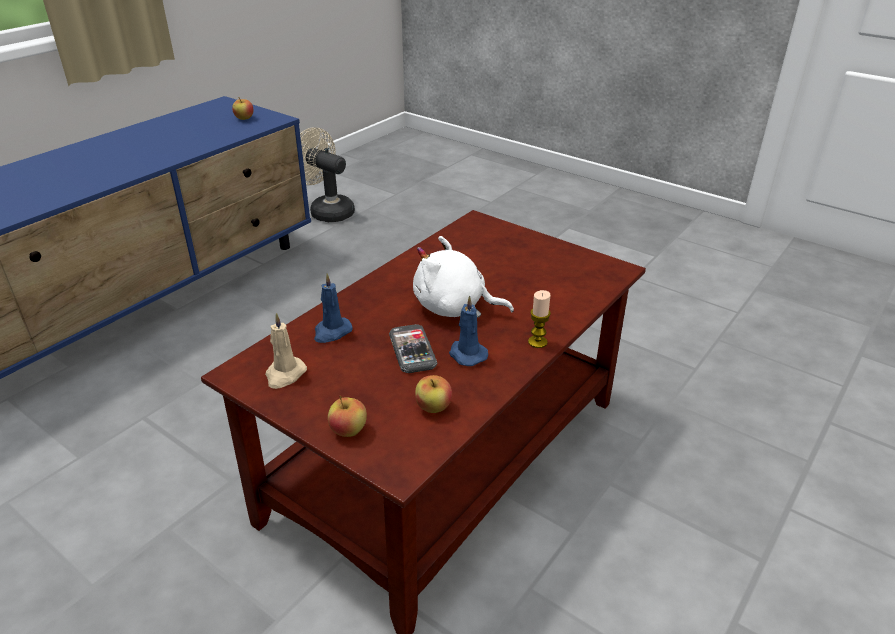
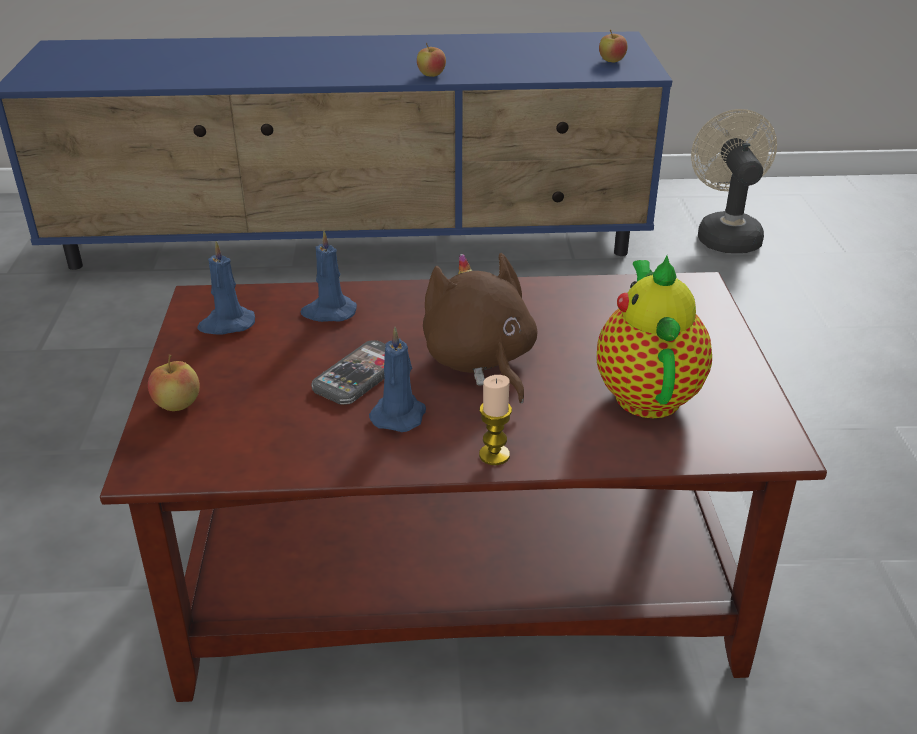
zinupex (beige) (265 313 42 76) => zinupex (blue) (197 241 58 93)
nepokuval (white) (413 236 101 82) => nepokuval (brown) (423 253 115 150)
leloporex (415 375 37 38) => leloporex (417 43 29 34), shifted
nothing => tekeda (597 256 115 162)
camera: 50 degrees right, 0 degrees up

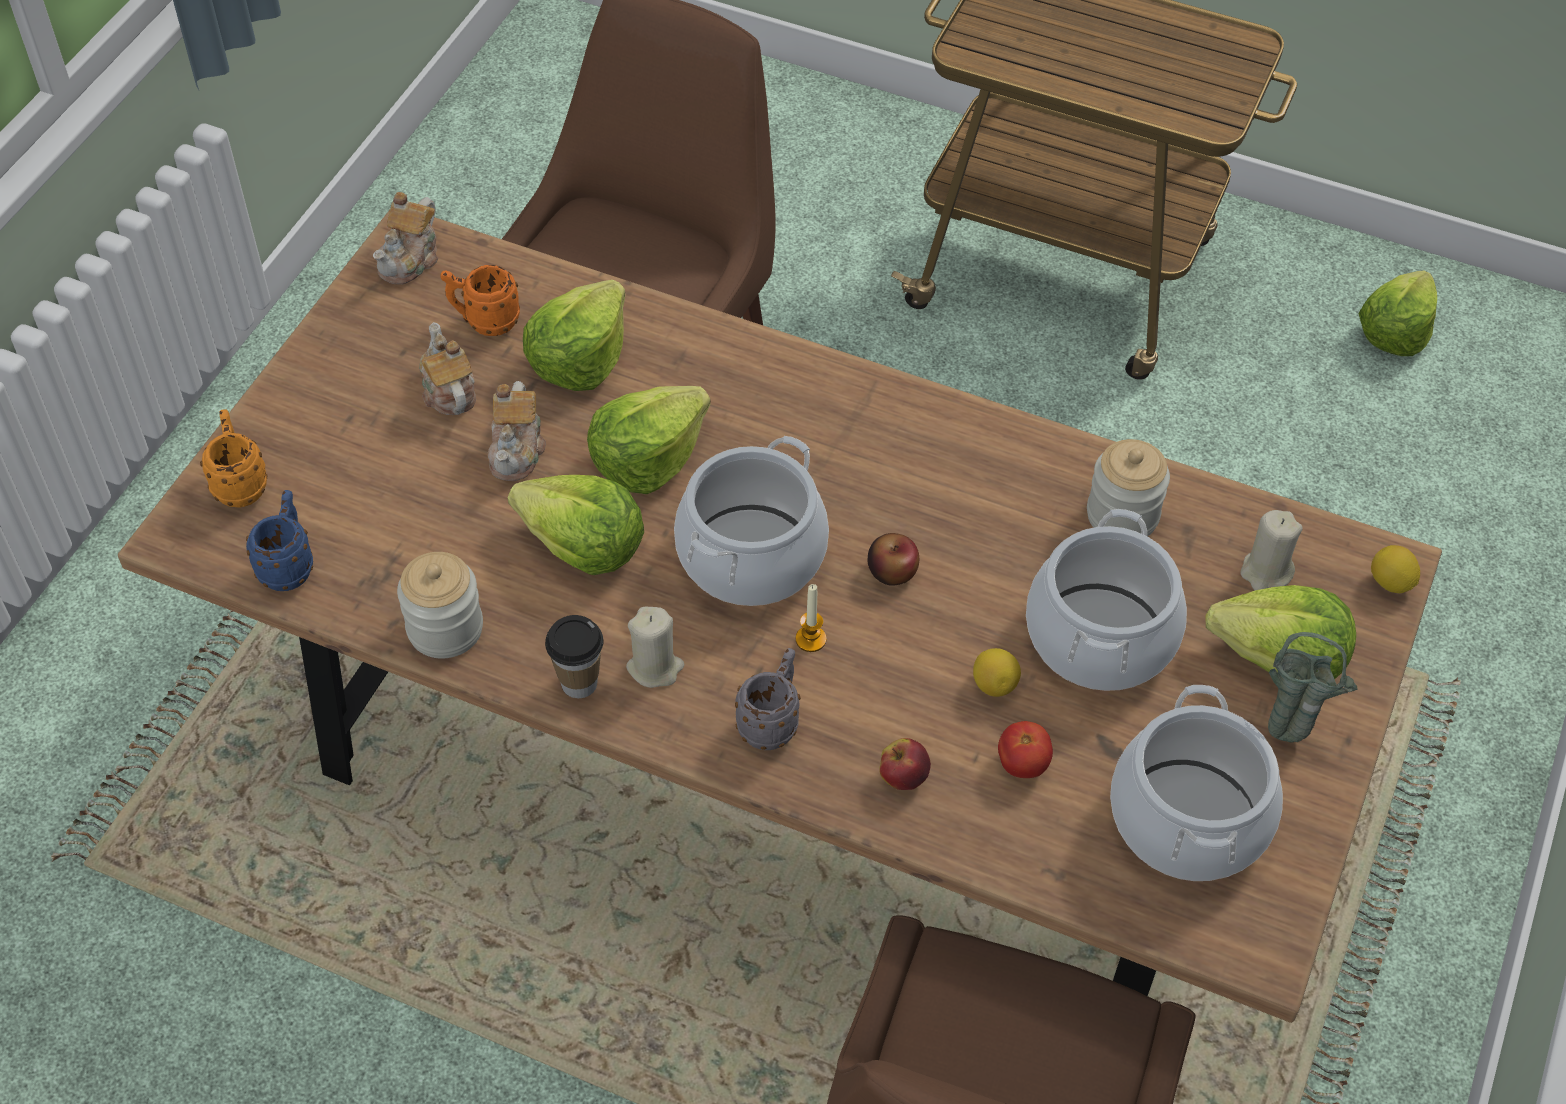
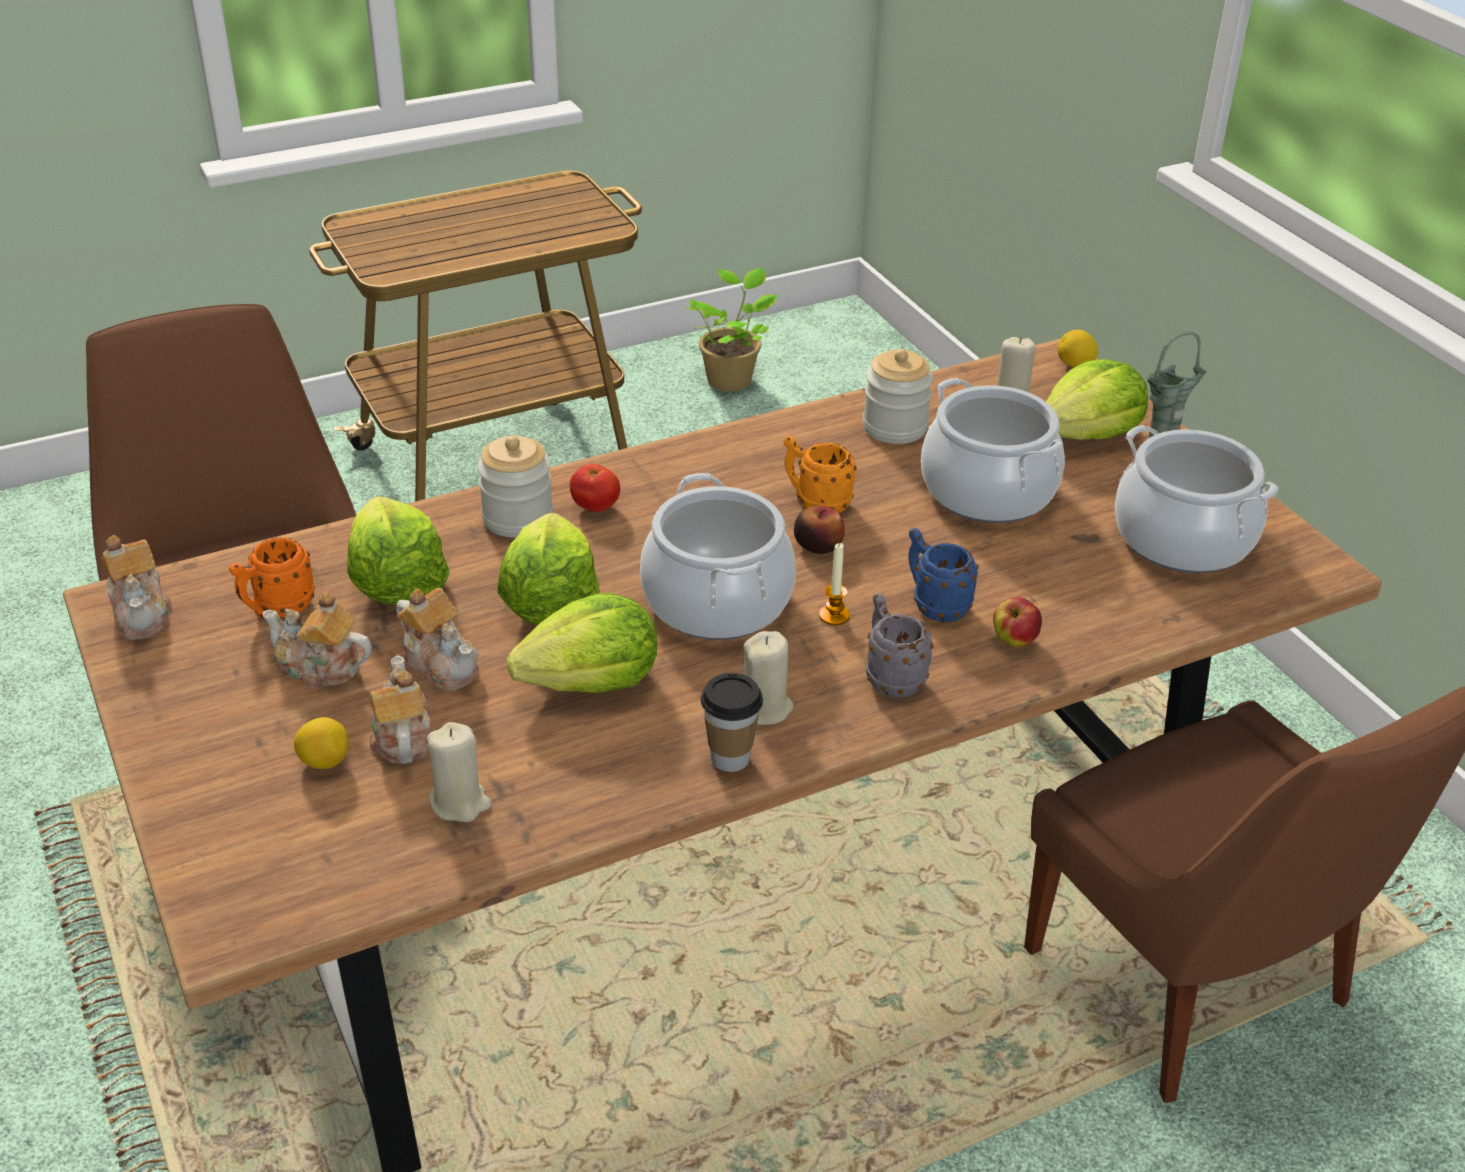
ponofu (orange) (200 409 67 98) => ponofu (orange) (783 436 74 78), shifted
ponofu (blue) (246 490 67 101) => ponofu (blue) (908 528 71 94), shifted
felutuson (397 552 86 107) => felutuson (477 435 76 103), shifted
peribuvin (973 648 48 49) => peribuvin (294 717 55 52), shifted
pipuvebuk (998 721 55 57) => pipuvebuk (570 464 50 48), shifted
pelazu (1358 270 79 86) => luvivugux (685 267 93 125)
nothing => tekeda (370 655 60 109)
nothing => zinupex (beige) (427 722 65 100)
camera: 50 degrees left, 15 degrees down

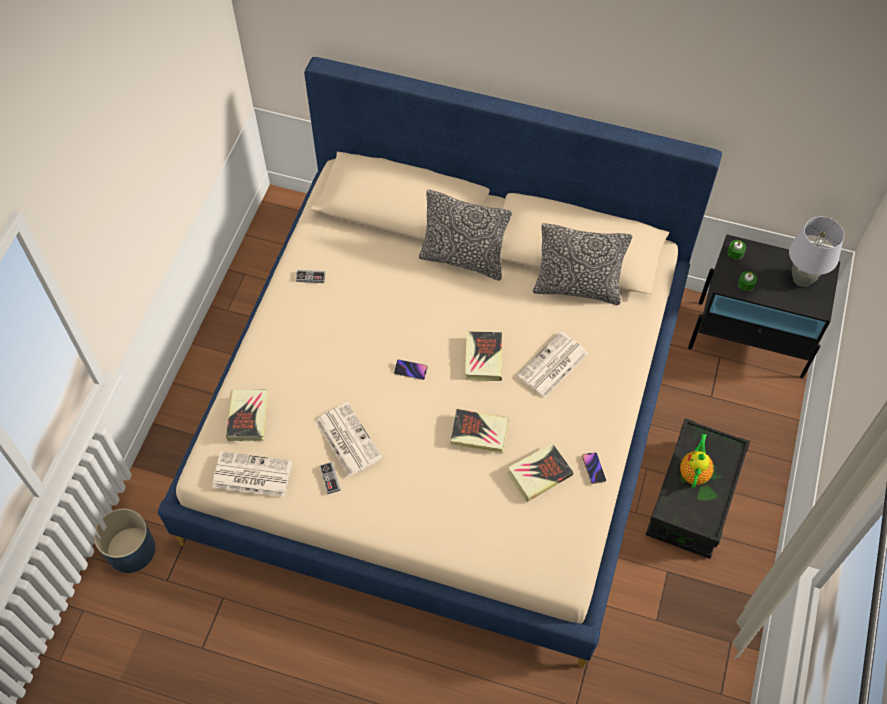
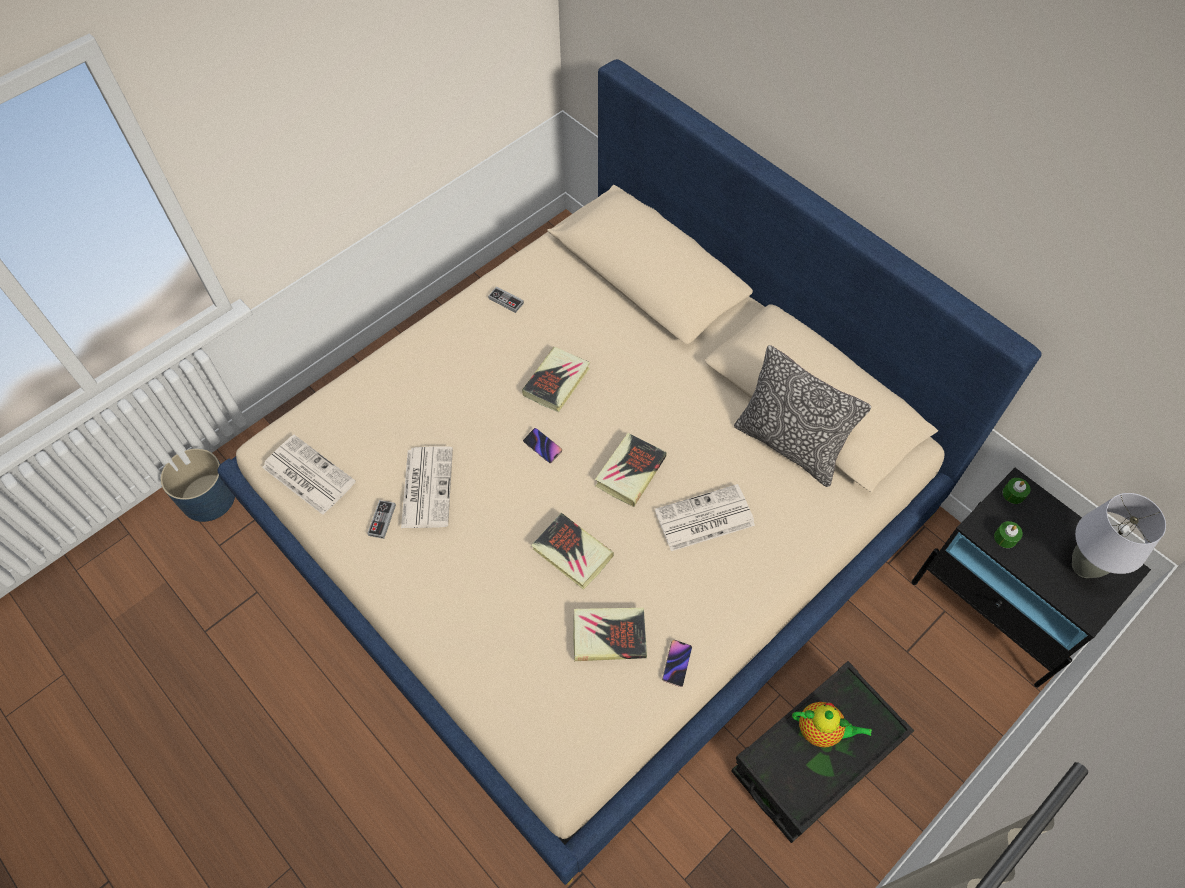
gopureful (226 389 42 52) => gopureful (522 347 68 65), shifted
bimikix (419 189 93 92) => nothing
tekeda (680 433 34 55) => tekeda (792 702 80 45), 60 degrees clockwise
camera: 30 degrees right, 0 degrees up

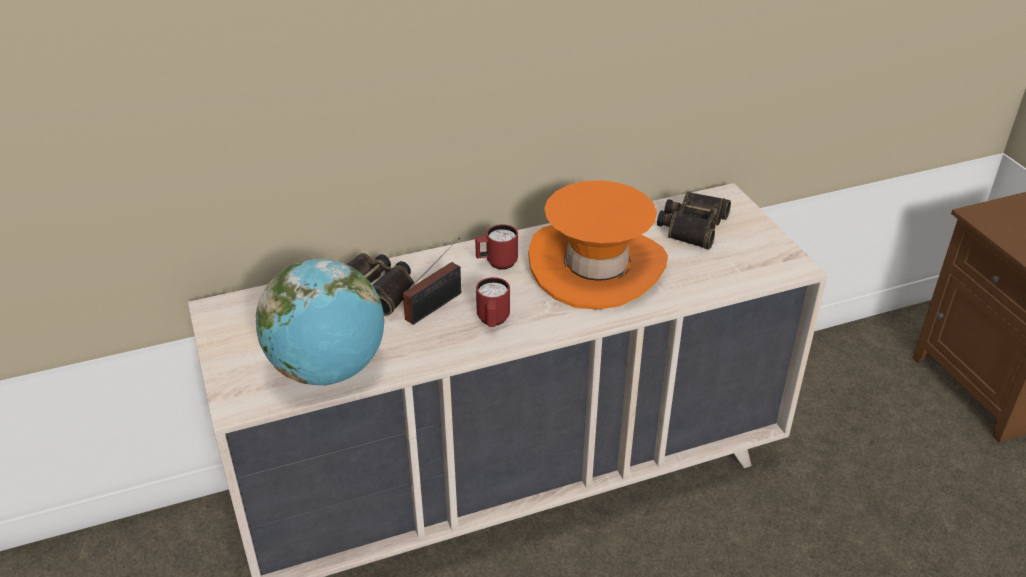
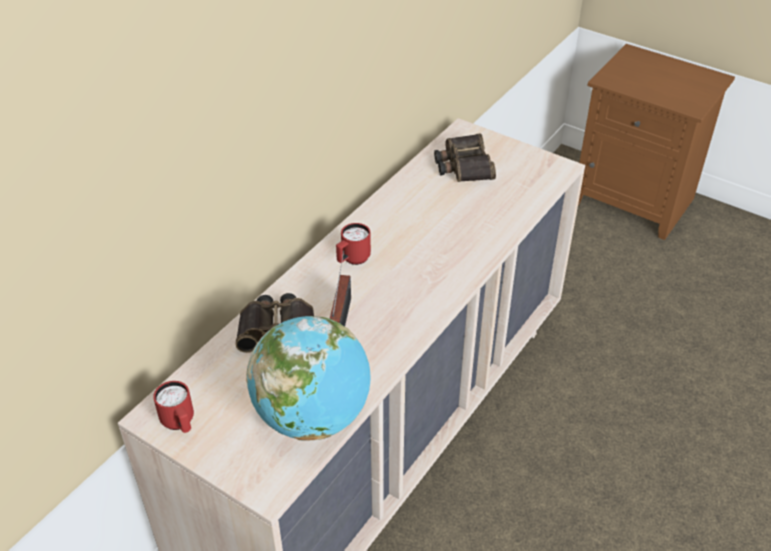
ponofu (red) (476 277 34 50) => ponofu (red) (153 381 41 52), shifted
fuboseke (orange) (528 180 140 130) => nothing
camera: 35 degrees left, 5 degrees up

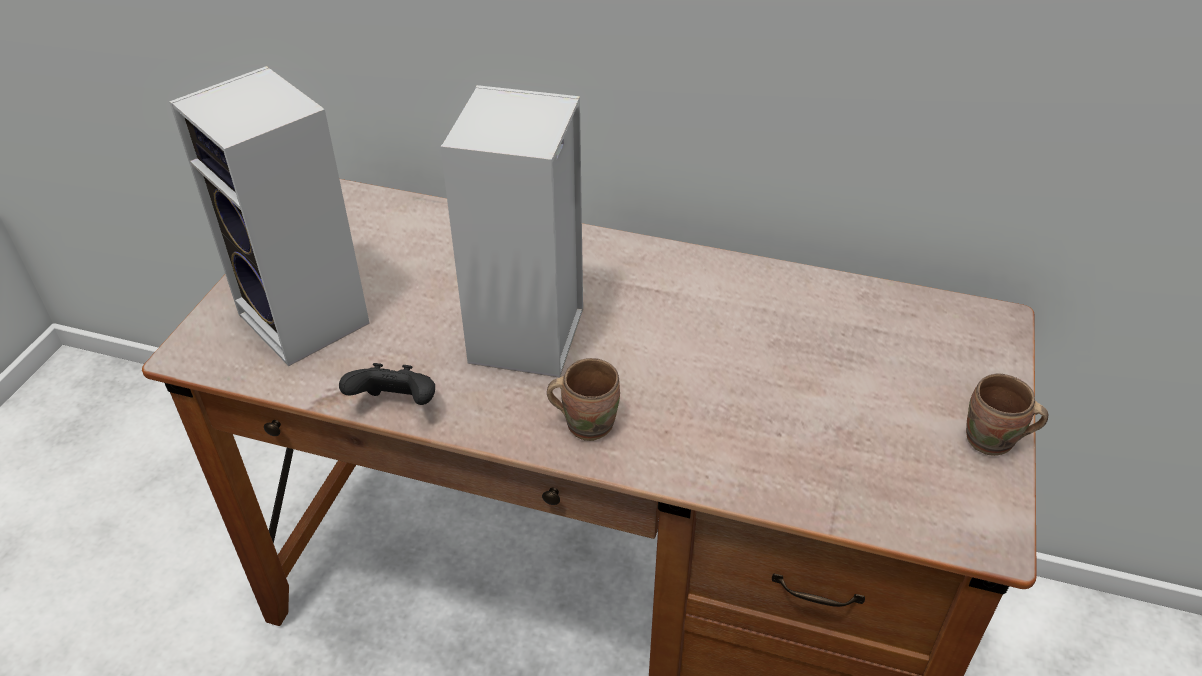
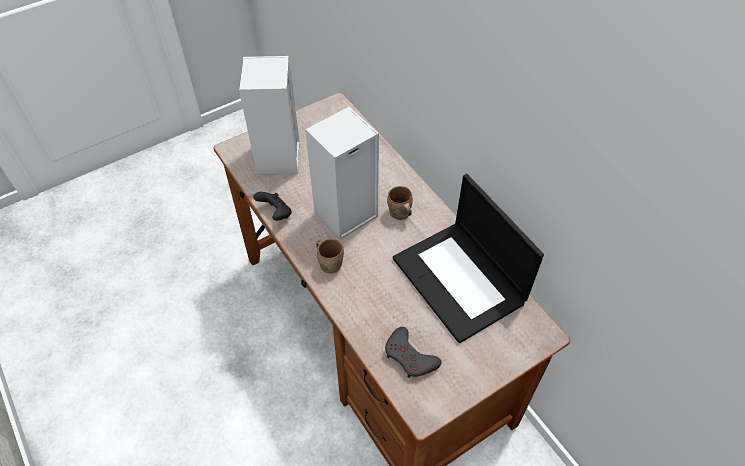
ponofu (brown) (966 373 83 83) => ponofu (brown) (387 186 26 34), shifted
nothing => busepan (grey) (385 327 56 51)
nothing => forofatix (393 174 151 169)
camera: 40 degrees right, 10 degrees up

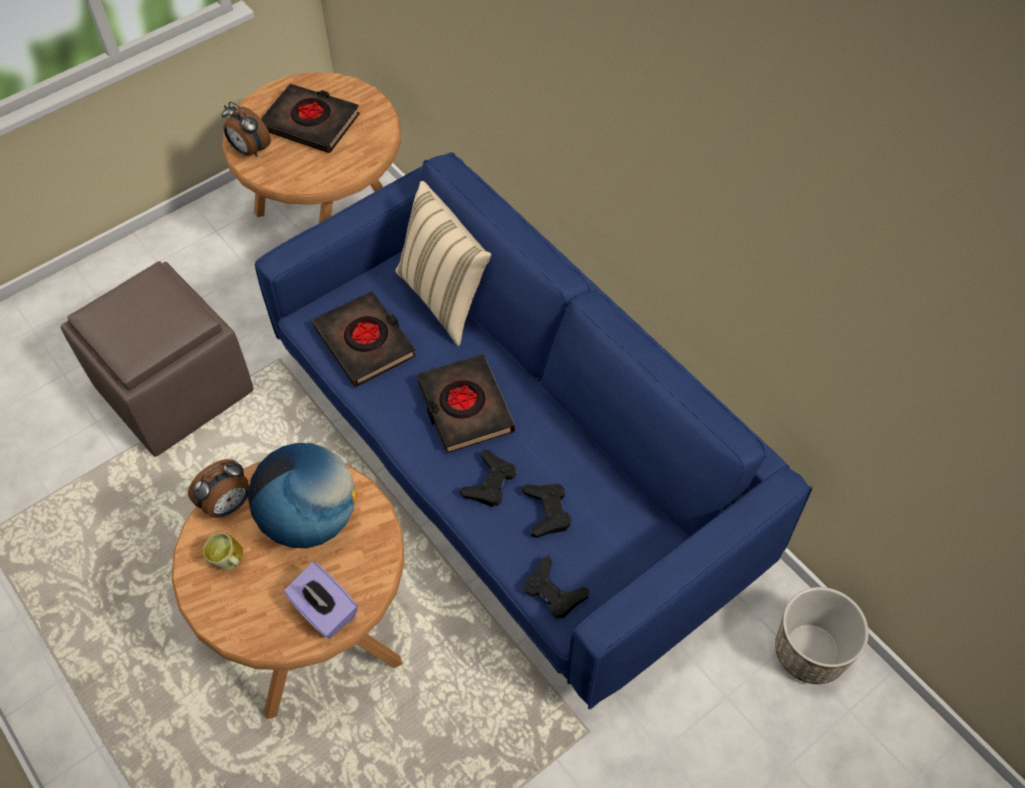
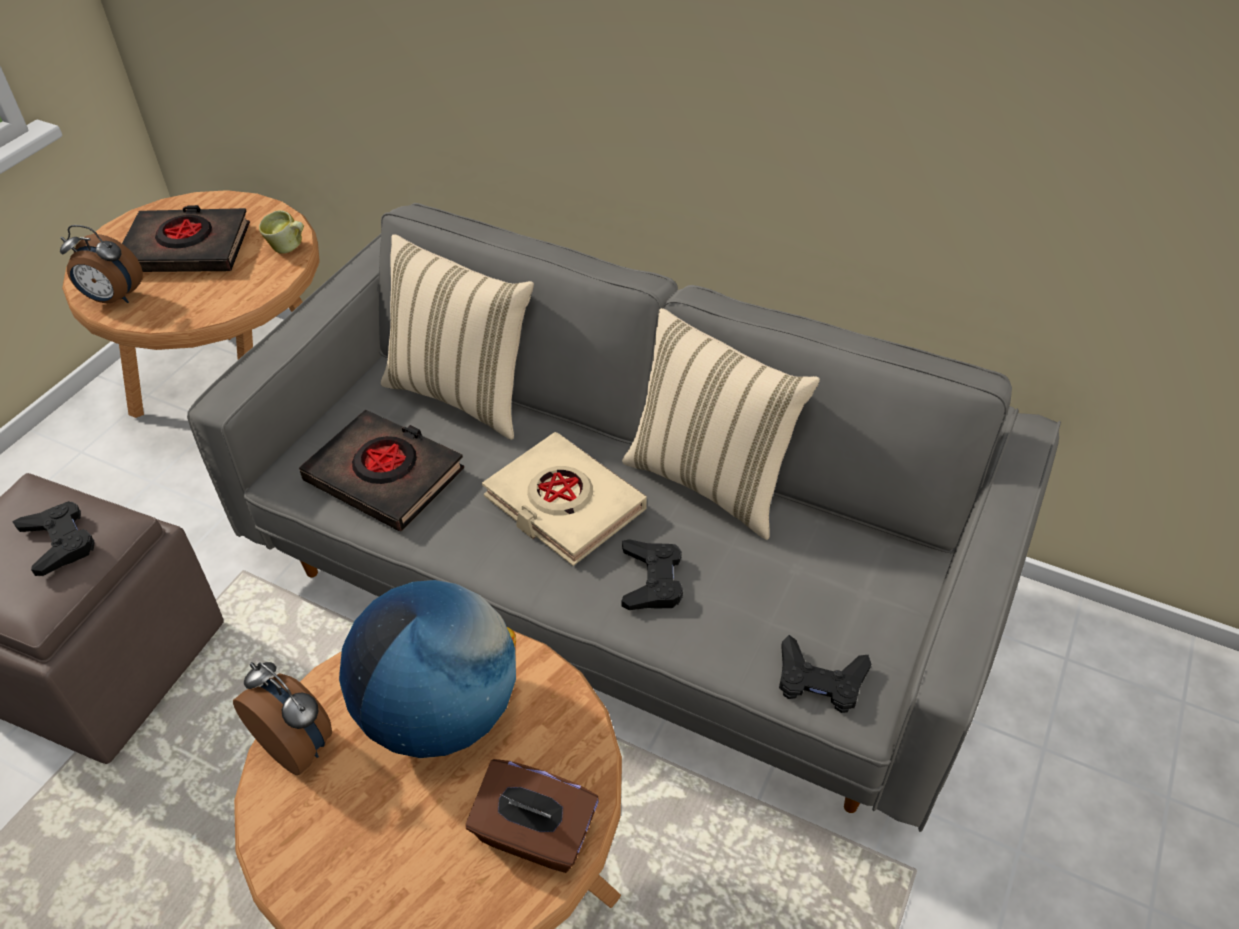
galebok (188 459 62 59) => galebok (233 662 99 113), 75 degrees counterclockwise
ponofu (203 533 40 38) => ponofu (259 210 45 44), shifted
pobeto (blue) (255 152 557 557) => pobeto (grey) (187 203 874 629)
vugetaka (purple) (284 561 74 78) => vugetaka (brown) (466 759 133 114)
gopureful (black) (417 354 98 100) => gopureful (beige) (482 432 165 134)
busepan (black) (522 484 50 54) => busepan (black) (12 501 82 75), shifted
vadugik (775 587 94 97) => nothing
nothing => bimikix (beige) (622 308 198 232)
camera: 25 degrees left, 10 degrees down

